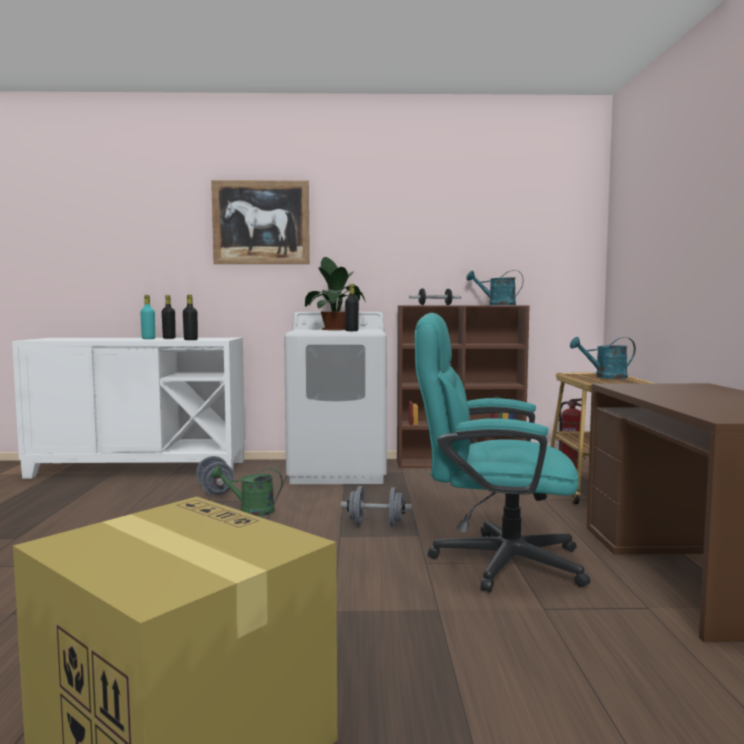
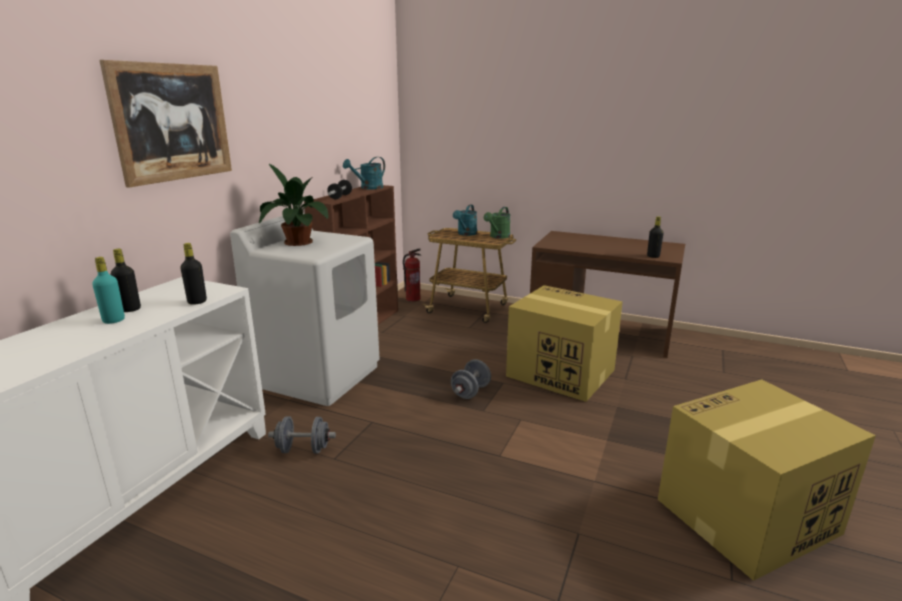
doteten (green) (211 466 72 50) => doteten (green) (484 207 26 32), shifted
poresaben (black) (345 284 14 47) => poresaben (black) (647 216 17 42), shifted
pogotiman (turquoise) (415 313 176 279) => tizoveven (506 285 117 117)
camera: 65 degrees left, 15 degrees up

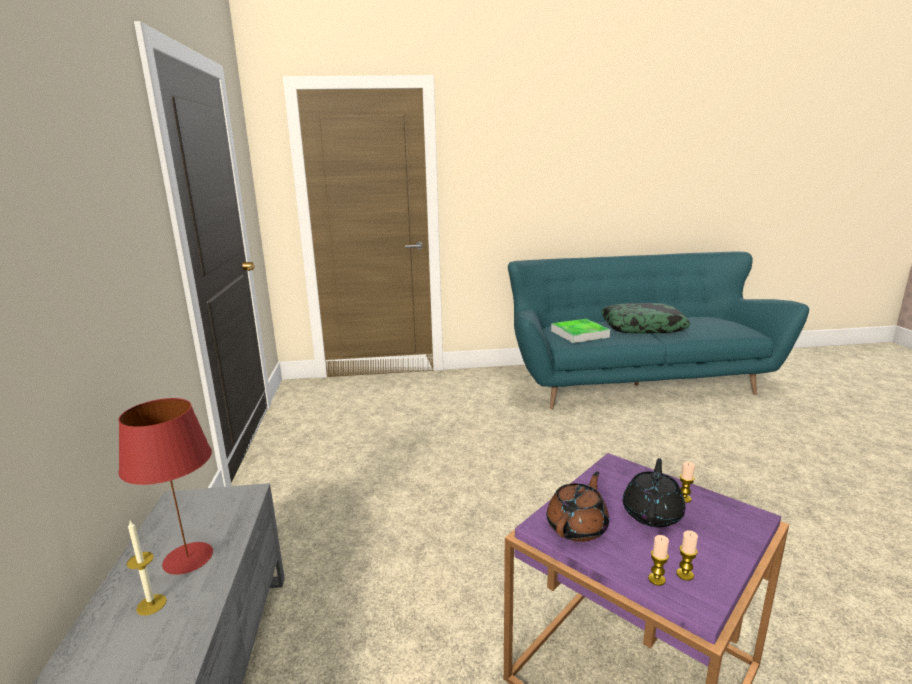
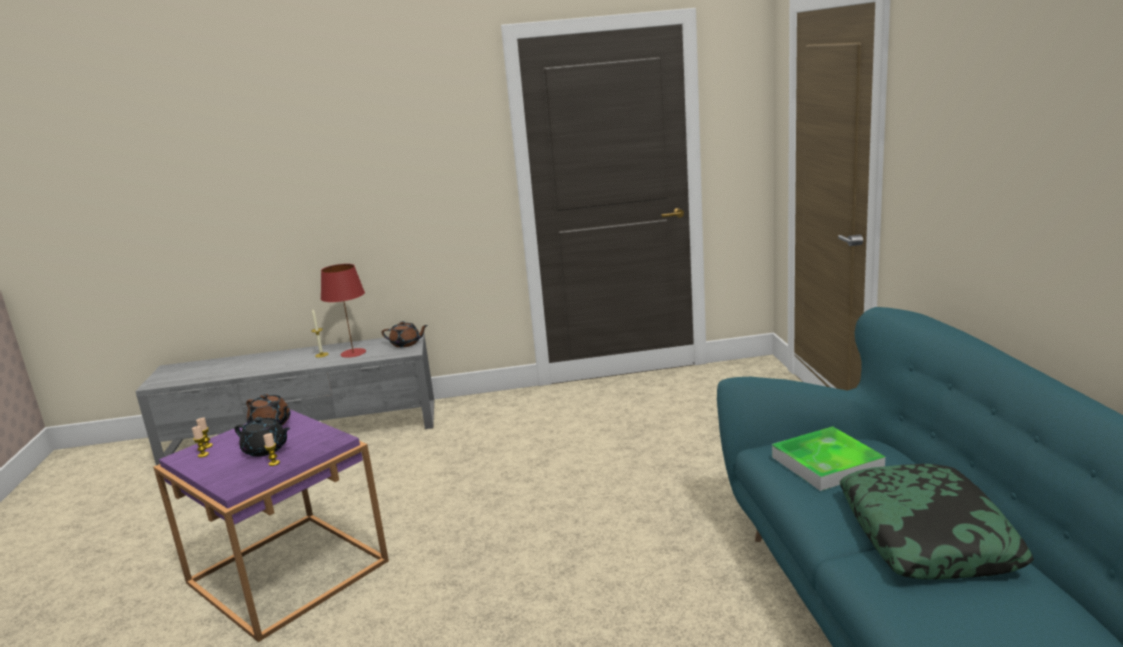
nothing => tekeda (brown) (381 321 47 26)
camera: 90 degrees right, 0 degrees up

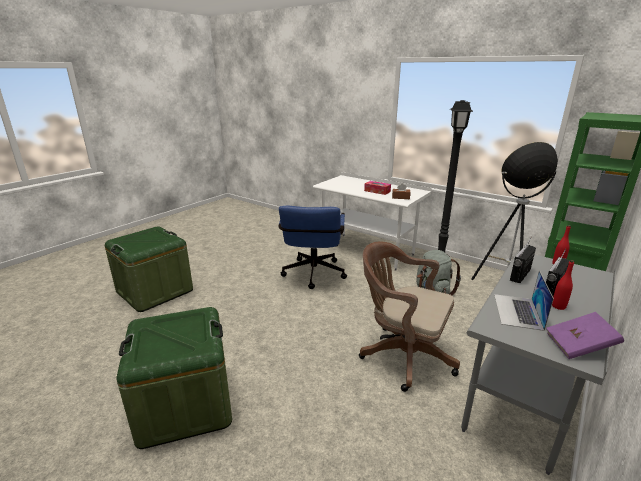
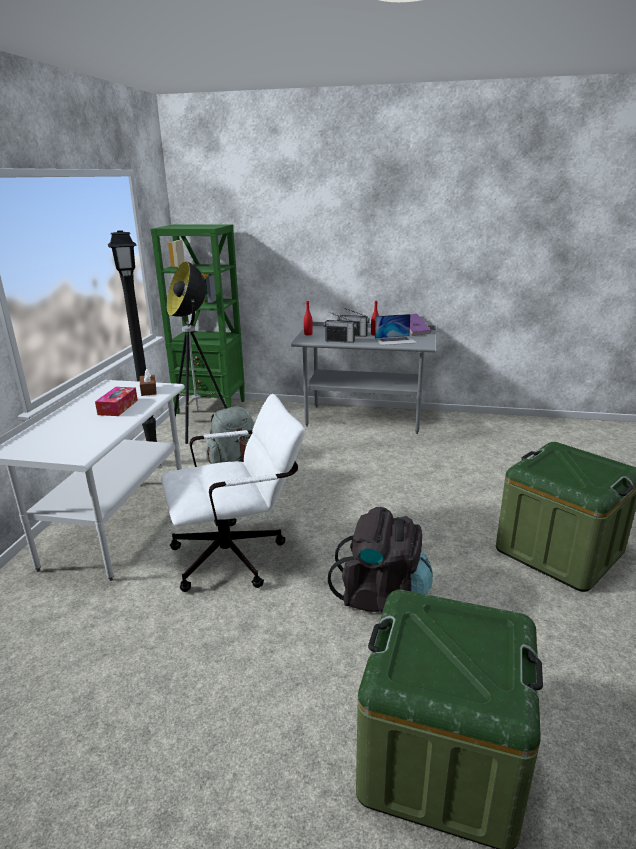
pogotiman (blue) (279 206 68 83) => pogotiman (white) (161 394 144 198)
pogotiman (brown) (359 241 101 151) => nothing
nothing => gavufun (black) (328 507 105 105)
camera: 115 degrees left, 0 degrees up

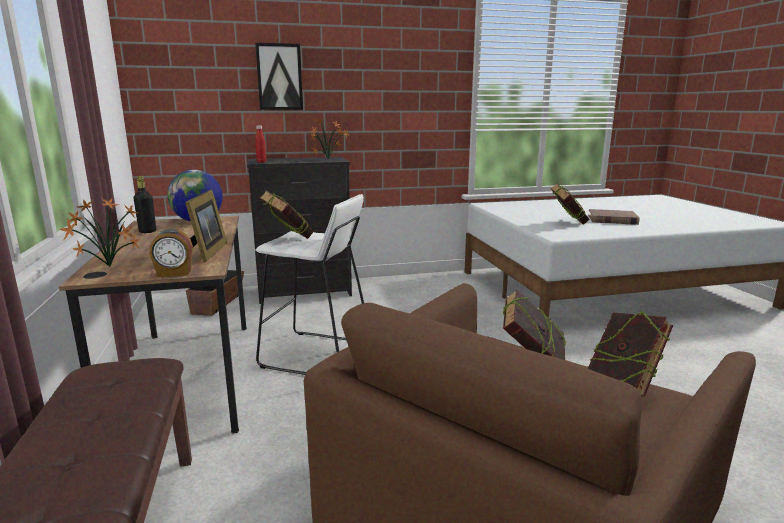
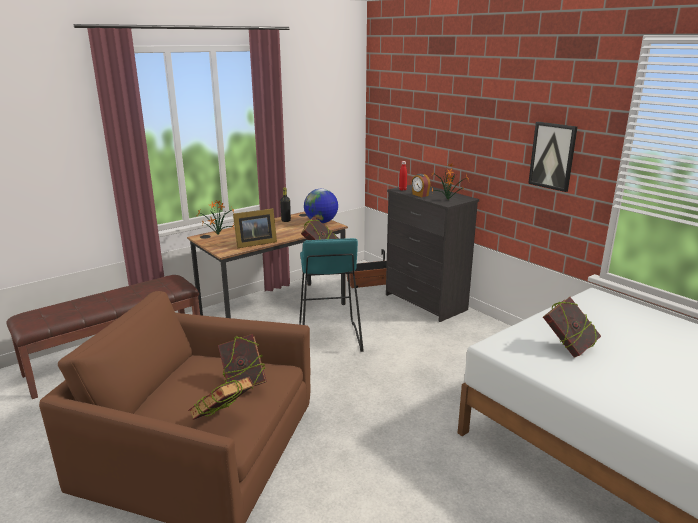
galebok (149 229 44 48) => galebok (411 174 20 23), shifted
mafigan (255 43 48 67) => mafigan (528 122 50 70), shifted
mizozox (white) (255 194 109 181) => mizozox (turquoise) (299 238 64 114)
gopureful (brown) (588 209 51 16) => nothing
camera: 65 degrees right, 5 degrees up

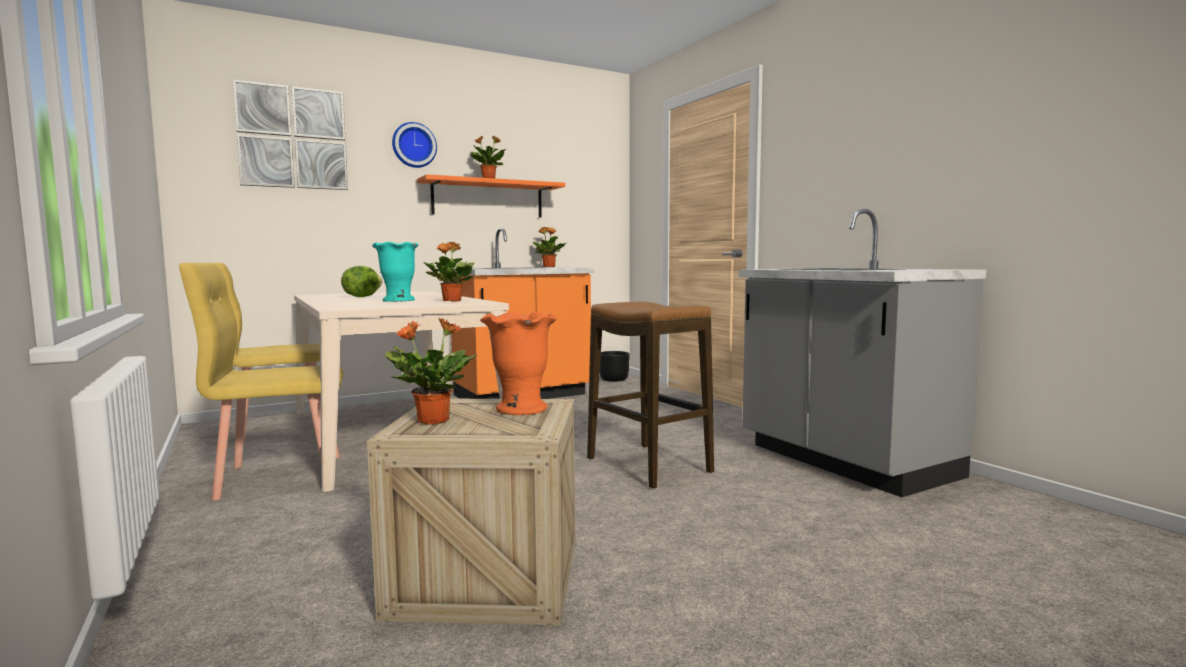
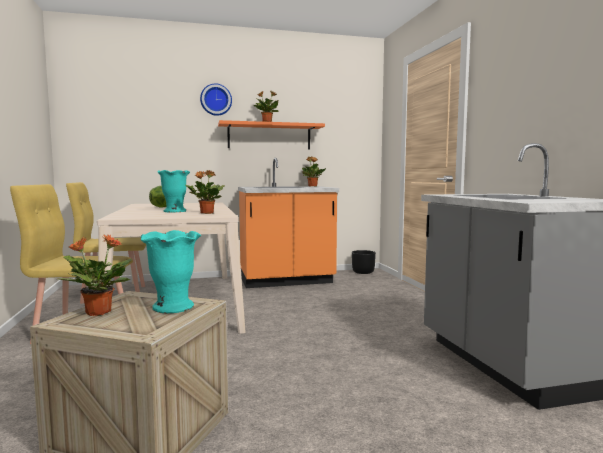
mafigan (233 79 115 111) => nothing
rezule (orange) (480 312 77 103) => rezule (turquoise) (141 230 60 83)
mizozox (587 302 127 187) => nothing
camera: 15 degrees right, 0 degrees up

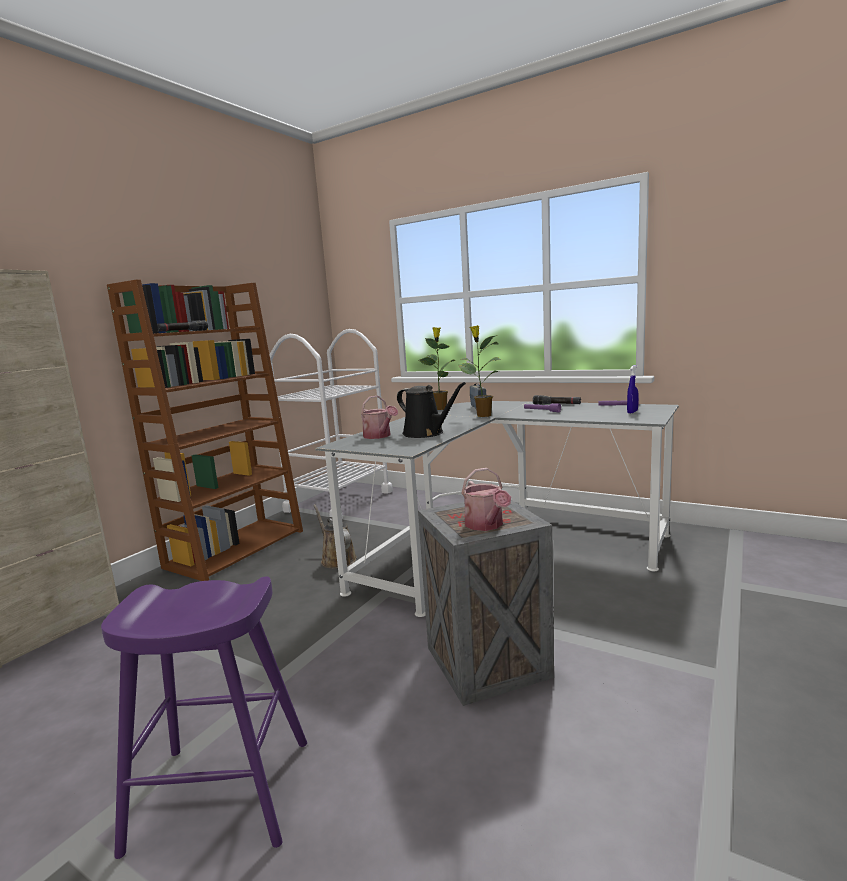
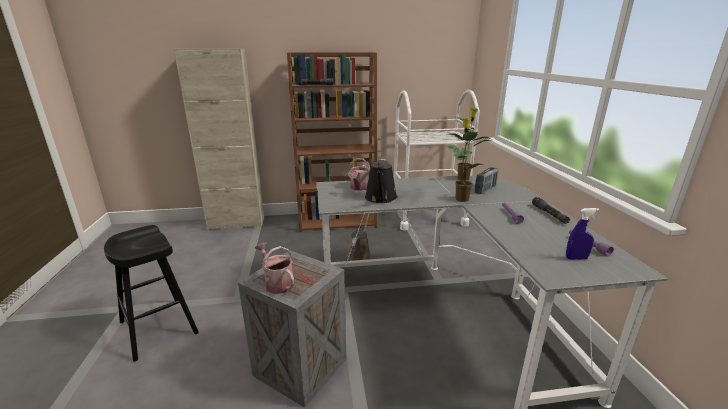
mizozox (purple) (101 576 206 283) => mizozox (black) (104 225 95 137)
doteten (461 468 50 63) => doteten (255 242 40 52), 105 degrees clockwise
camera: 50 degrees right, 10 degrees up

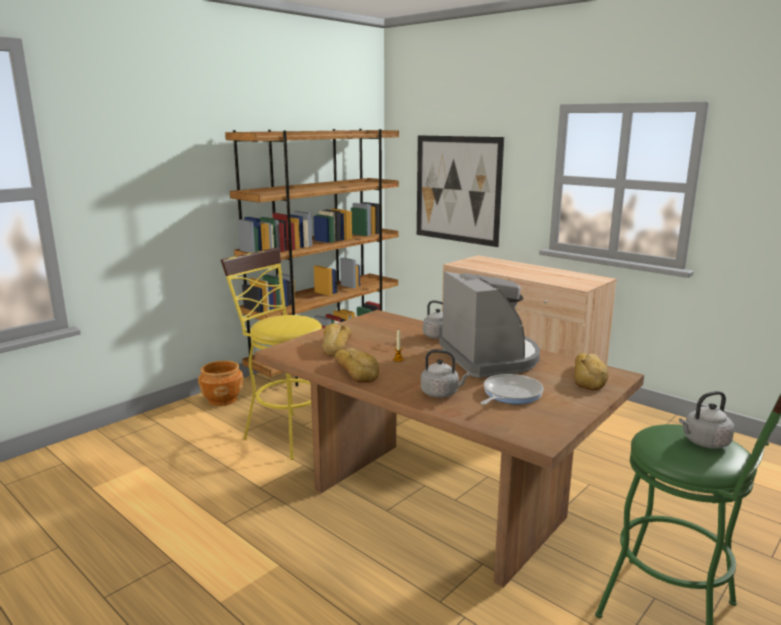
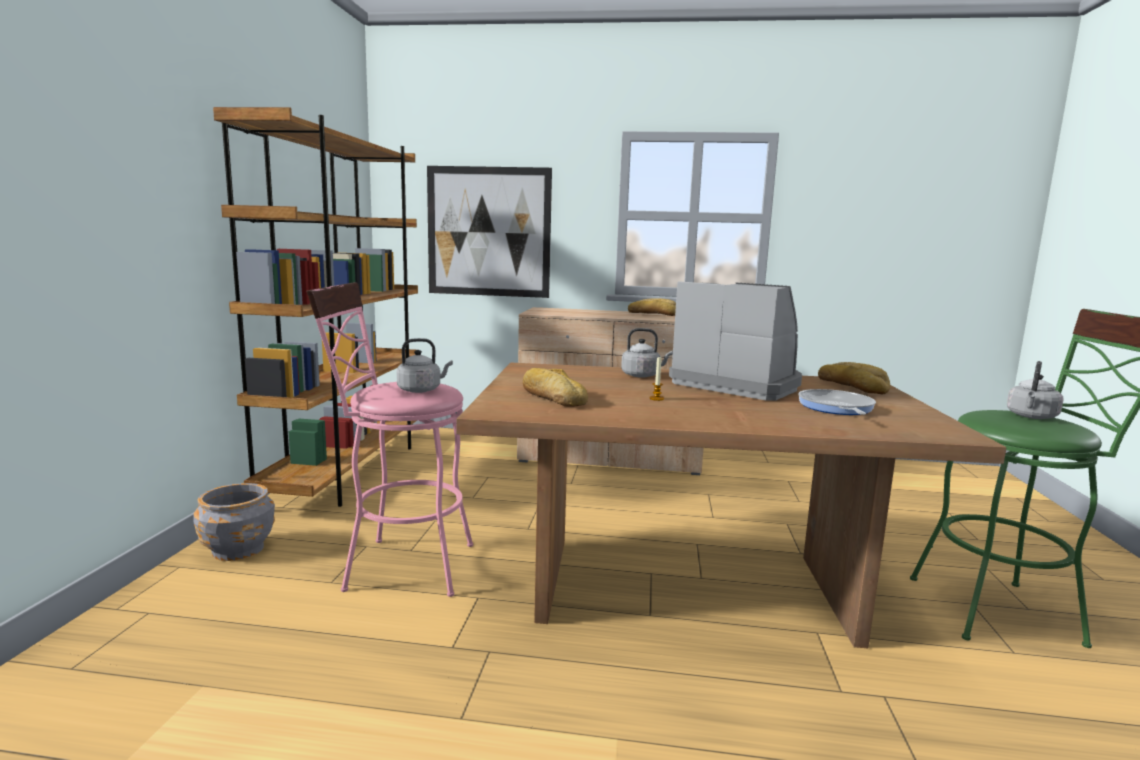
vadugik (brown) (198 361 45 45) => vadugik (grey) (194 483 81 78)
mizozox (yellow) (221 247 101 213) => mizozox (pink) (306 282 167 315)
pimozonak (335 348 44 35) => pimozonak (628 298 48 18), shifted
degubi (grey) (421 350 49 48) => degubi (grey) (397 338 56 55), shifted
camera: 35 degrees left, 5 degrees down

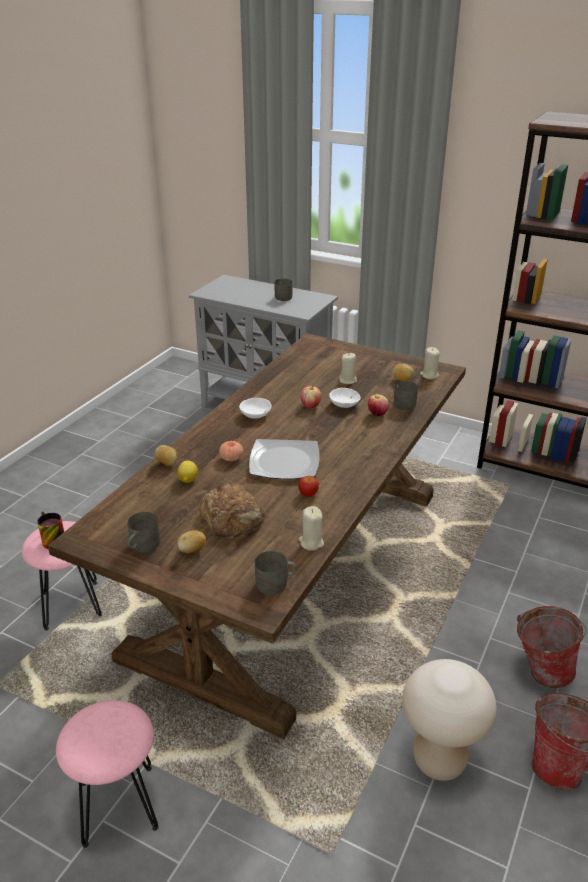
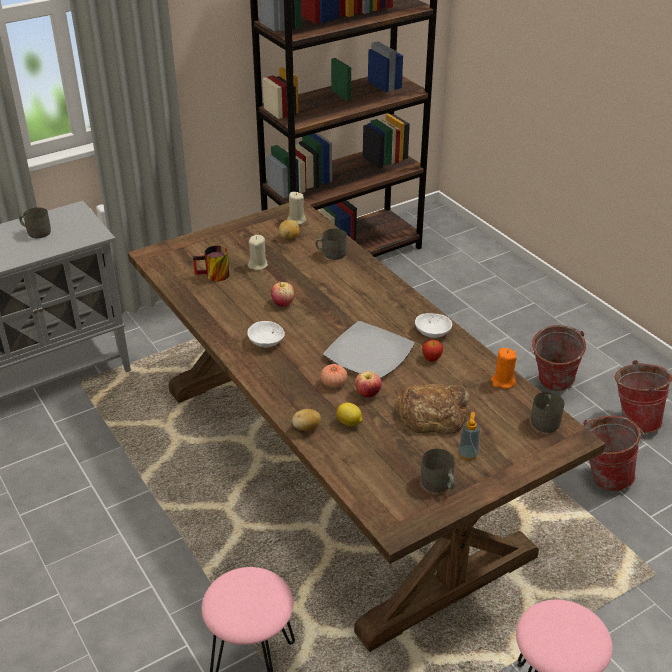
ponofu (37 512 27 37) => ponofu (193 245 36 36), shifted
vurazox (177 531 29 22) => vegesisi (458 412 22 48)
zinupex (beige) (299 506 25 44) => zinupex (orange) (491 348 26 41)
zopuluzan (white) (329 388 32 20) => zopuluzan (white) (415 313 37 25), shifted
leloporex (368 394 21 22) => leloporex (355 371 26 27), shifted
mizozox (beige) (402 659 95 122) => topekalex (583 416 62 75)
camera: 60 degrees left, 5 degrees up

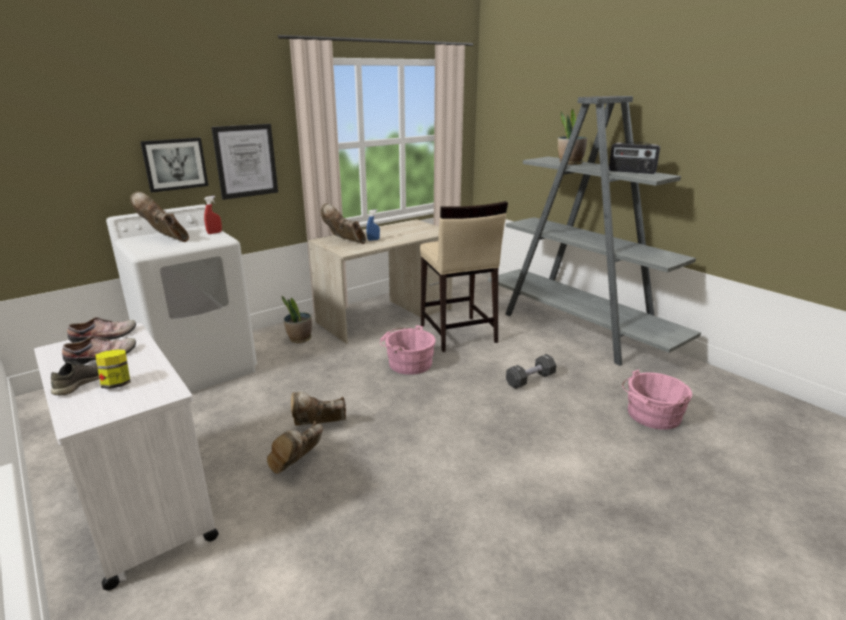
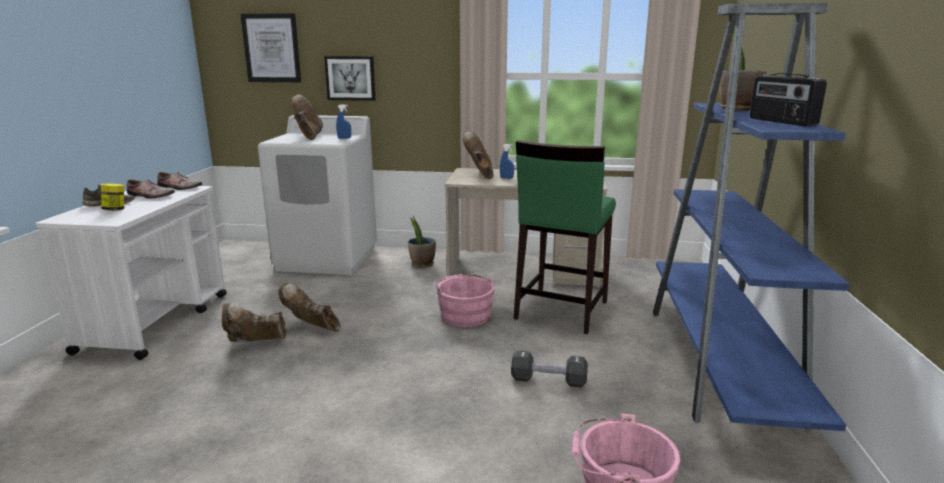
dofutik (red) (204 196 18 38) => dofutik (blue) (336 105 15 34)
mafigan (211 124 67 76) => mafigan (240 13 61 69), shifted
mizozox (beige) (420 201 88 151) => mizozox (green) (514 140 102 194)
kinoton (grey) (488 96 213 270) => kinoton (blue) (653 3 197 428)
camera: 45 degrees right, 5 degrees down

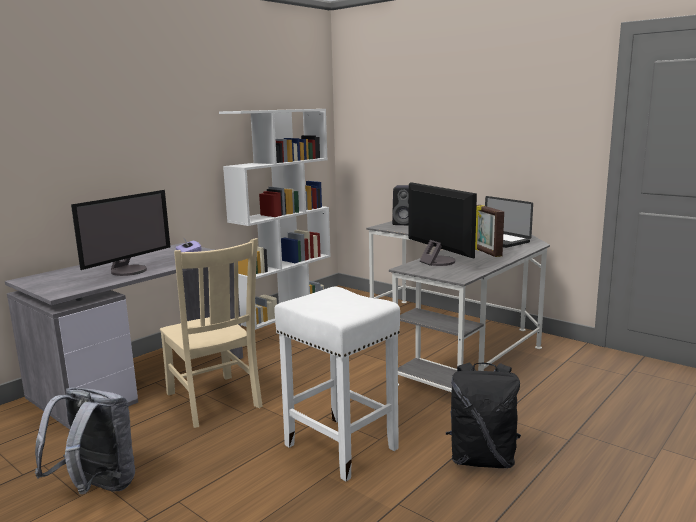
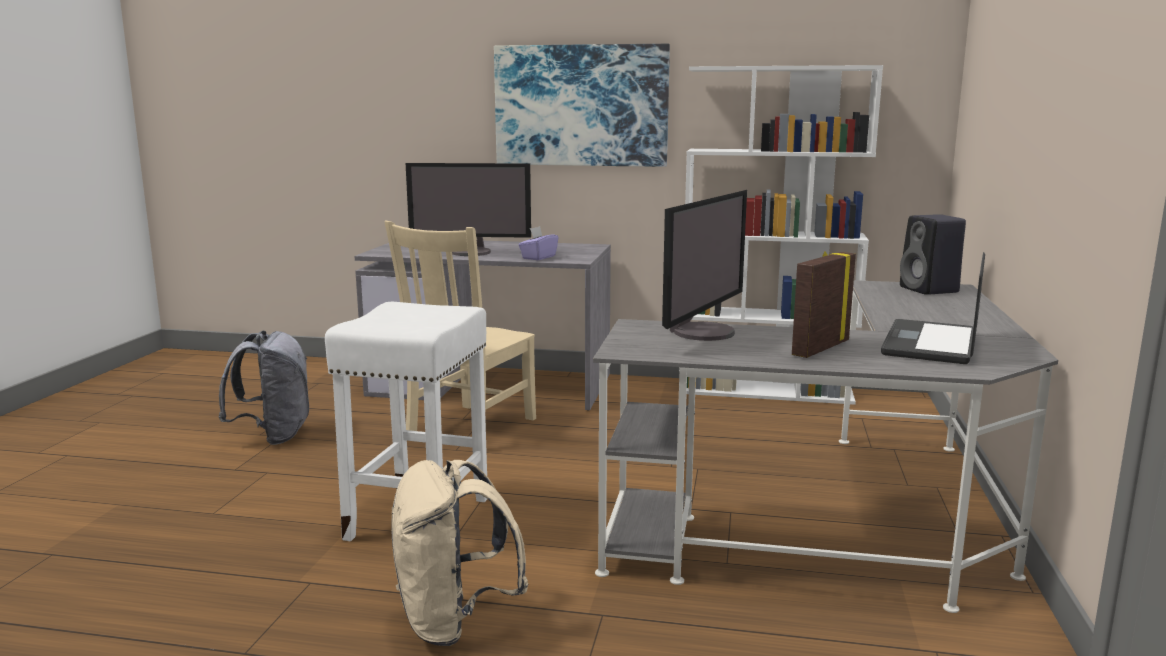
gavufun (black) (446 362 75 106) => gavufun (beige) (391 460 137 186)
nothing => mafigan (494 44 176 123)
camera: 60 degrees right, 0 degrees up

